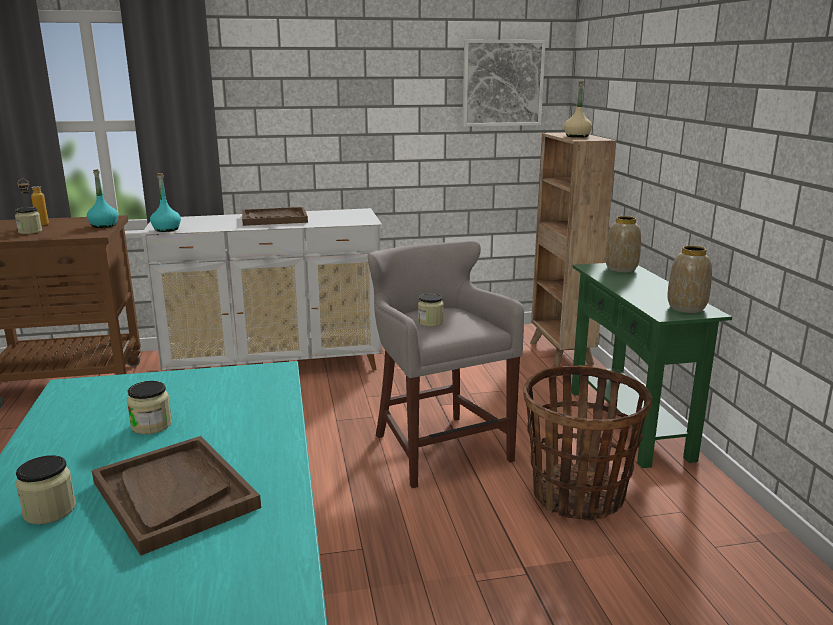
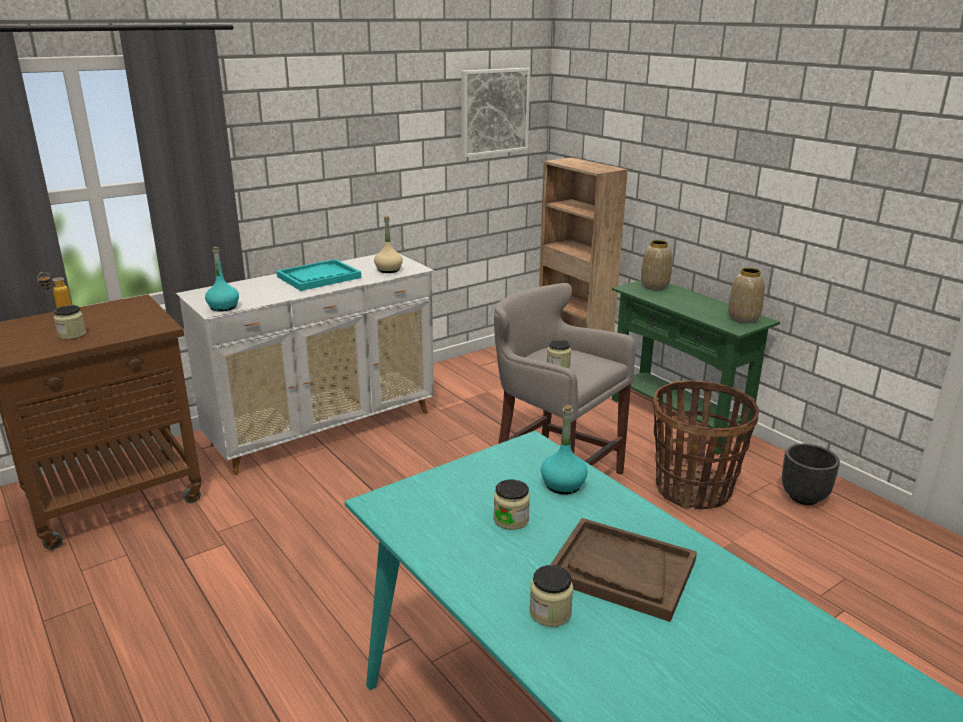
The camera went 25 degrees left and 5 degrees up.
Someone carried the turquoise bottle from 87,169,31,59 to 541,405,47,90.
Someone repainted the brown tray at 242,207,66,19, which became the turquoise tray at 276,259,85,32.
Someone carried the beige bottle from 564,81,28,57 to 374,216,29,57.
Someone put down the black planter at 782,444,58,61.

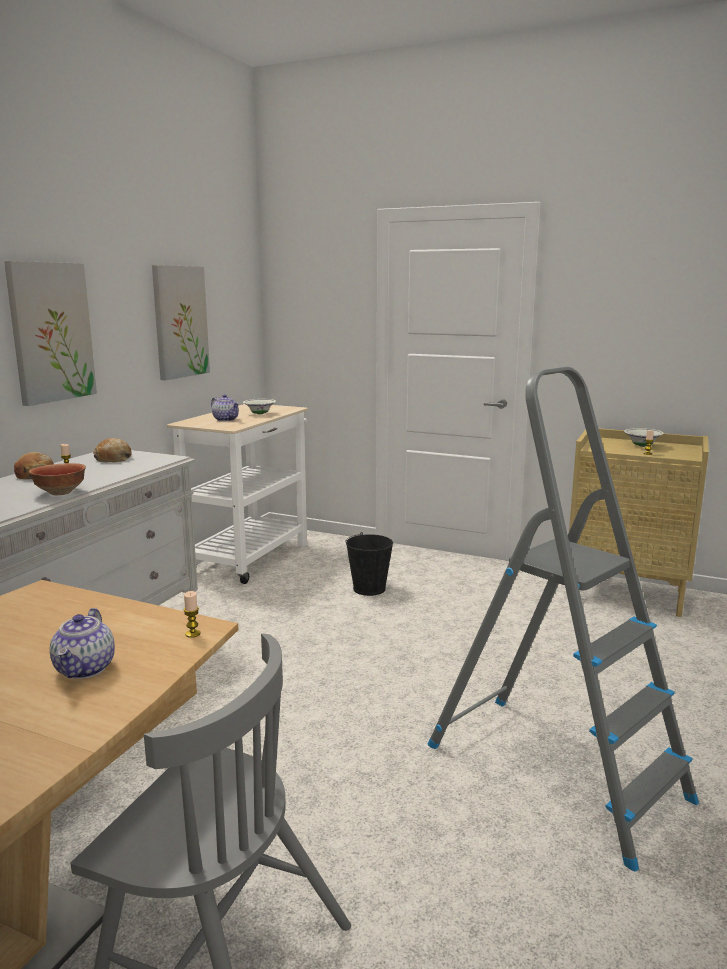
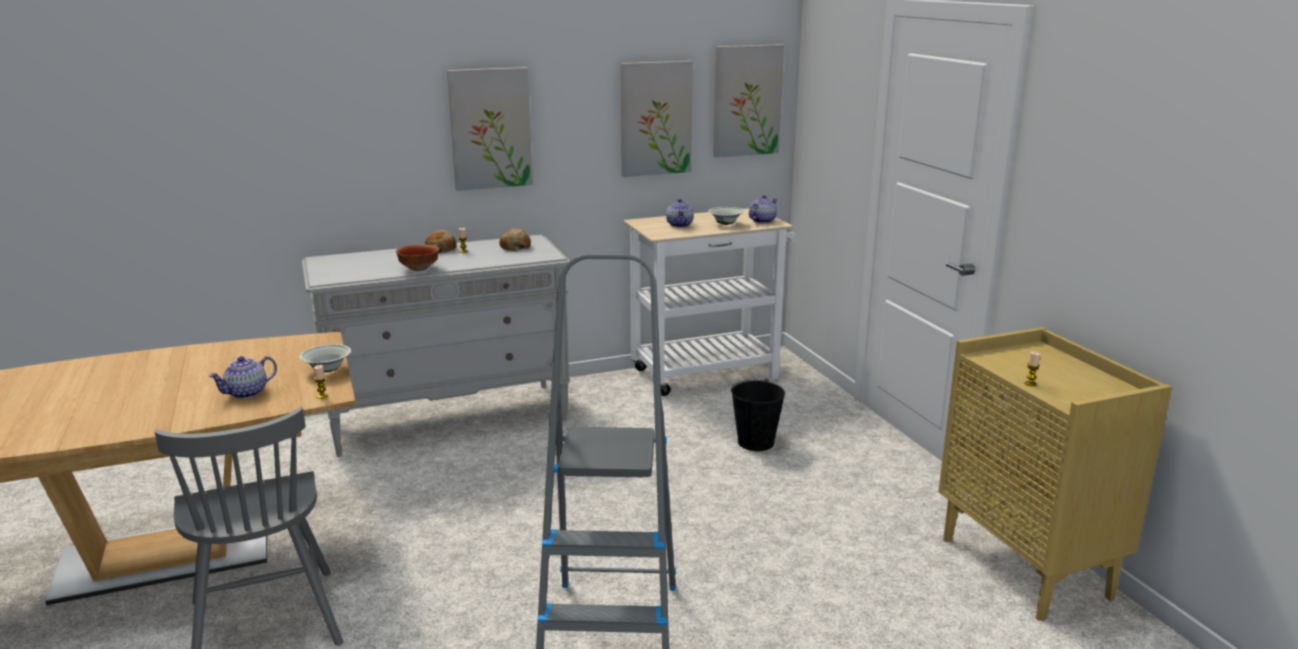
The camera went 45 degrees right and 5 degrees up.
Someone carried the white bowl from 624,428,40,19 to 299,344,52,29.
Someone put up the picture at 713,44,71,114.
Someone put down the teapot at 749,195,28,28.

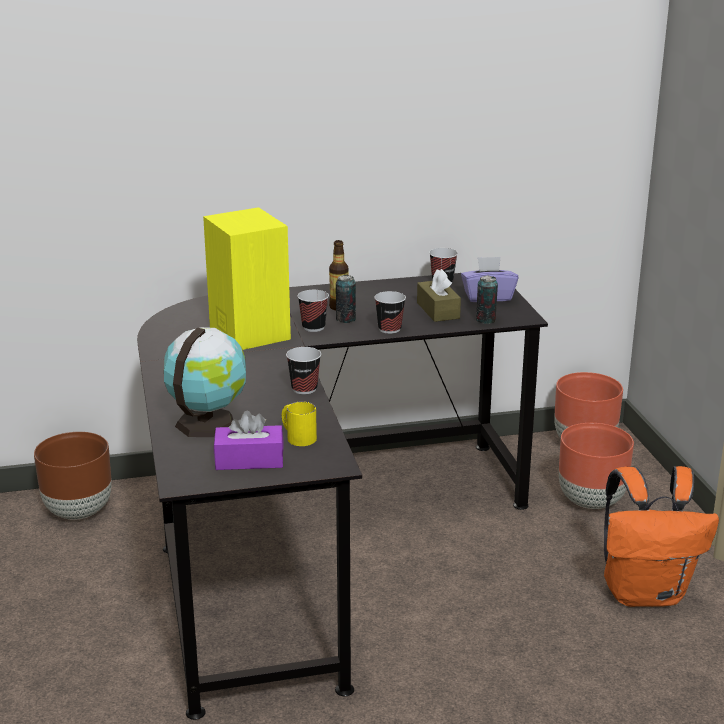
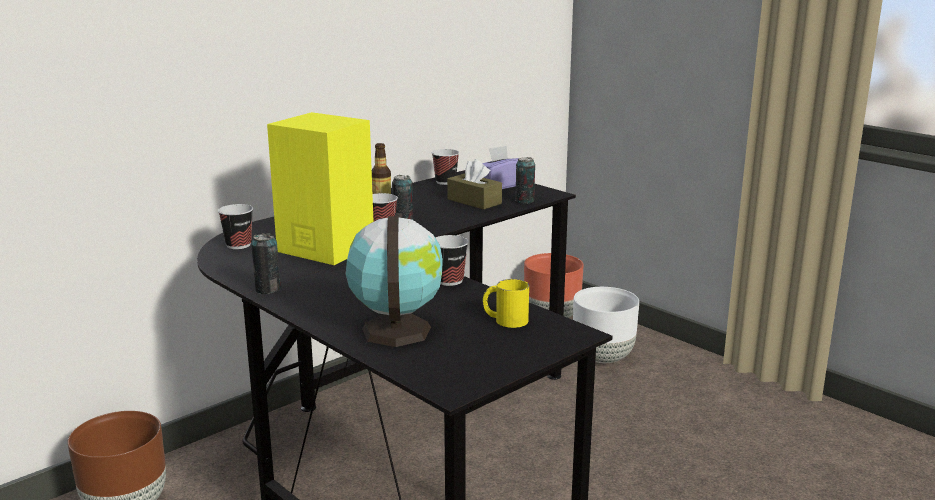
The camera went 30 degrees left and 5 degrees down.
Someone took away the purple tissue box at 214,411,70,59.
Someone carried the cup from 374,291,32,43 to 218,204,35,45.
Someone repainted the brown planter at 559,423,75,86, which became the white planter at 573,287,66,76.
Someone took away the orange backpack at 604,466,115,141.
Someone put down the can at 251,233,30,61.

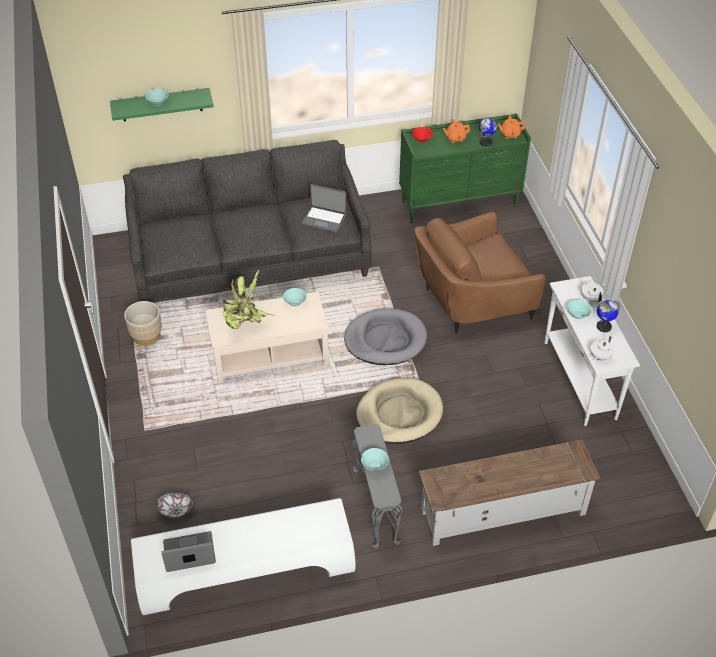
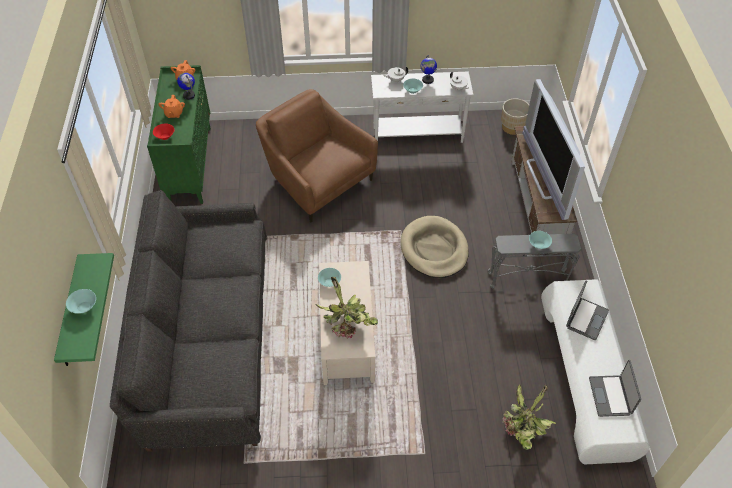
The camera went 80 degrees left and 5 degrees up.
Someone carried the beige planter from 124,301,38,45 to 501,98,28,37.
Someone swapped the bowl at 156,492,37,26 for the potted plant at 503,384,53,66.
Someone carried the laptop from 301,184,46,49 to 566,281,43,59.
Someone took away the grey dog bed at 344,308,83,57.
Someone rotated the brown armchair at 414,212,132,121 by 150 degrees clockwise.
Someone put down the television at 522,79,63,141.

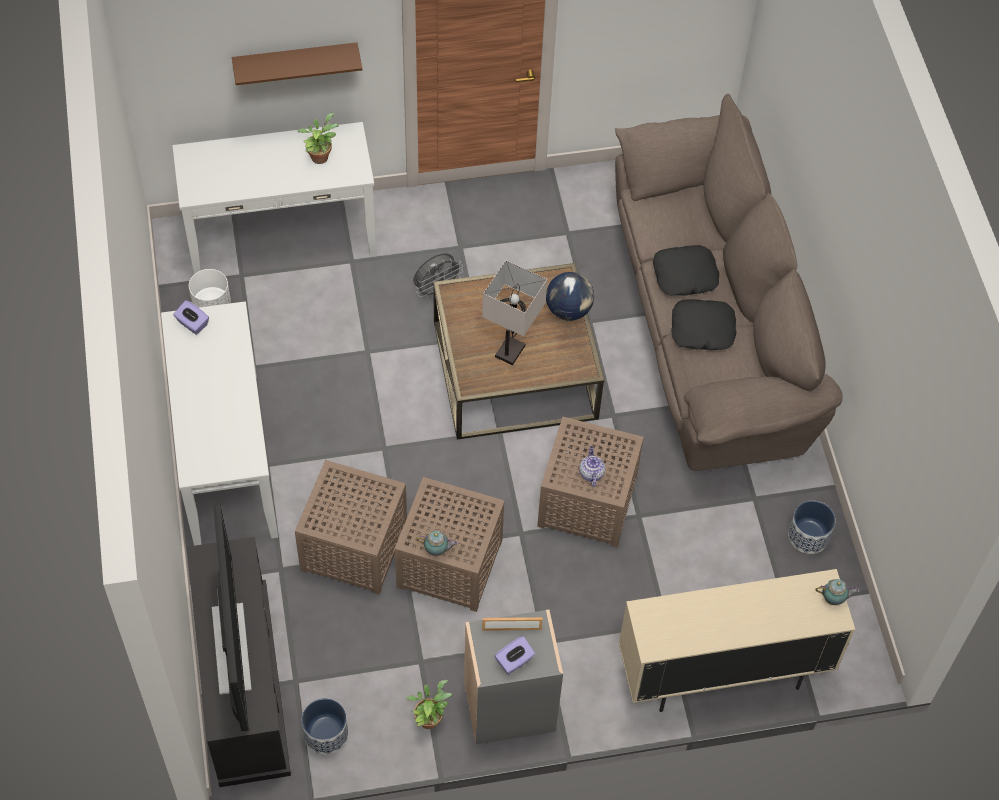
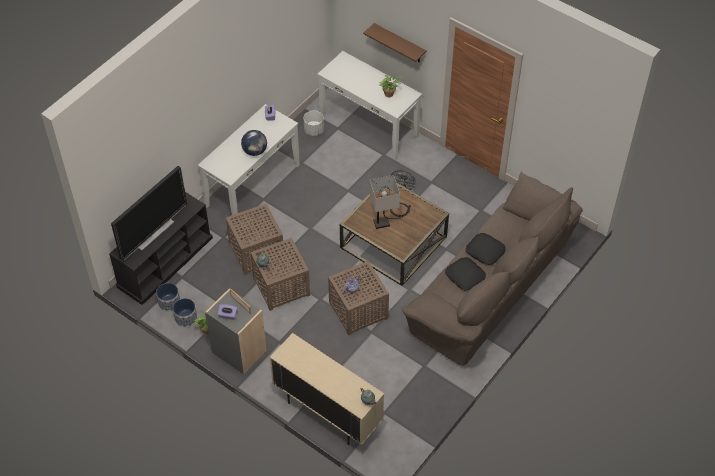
The camera went 50 degrees right and 5 degrees down.
Someone carried the globe from 546,272,48,49 to 241,130,26,26.
Someone carried the planter from 788,501,47,53 to 173,298,24,29.

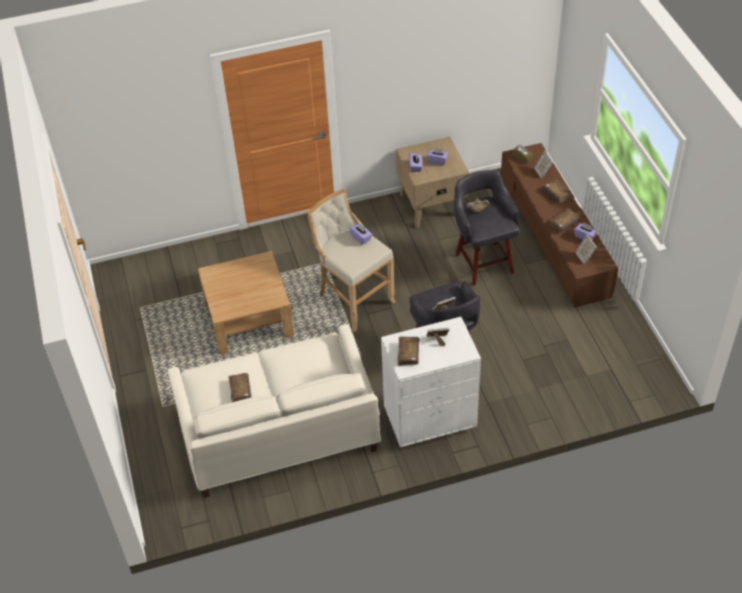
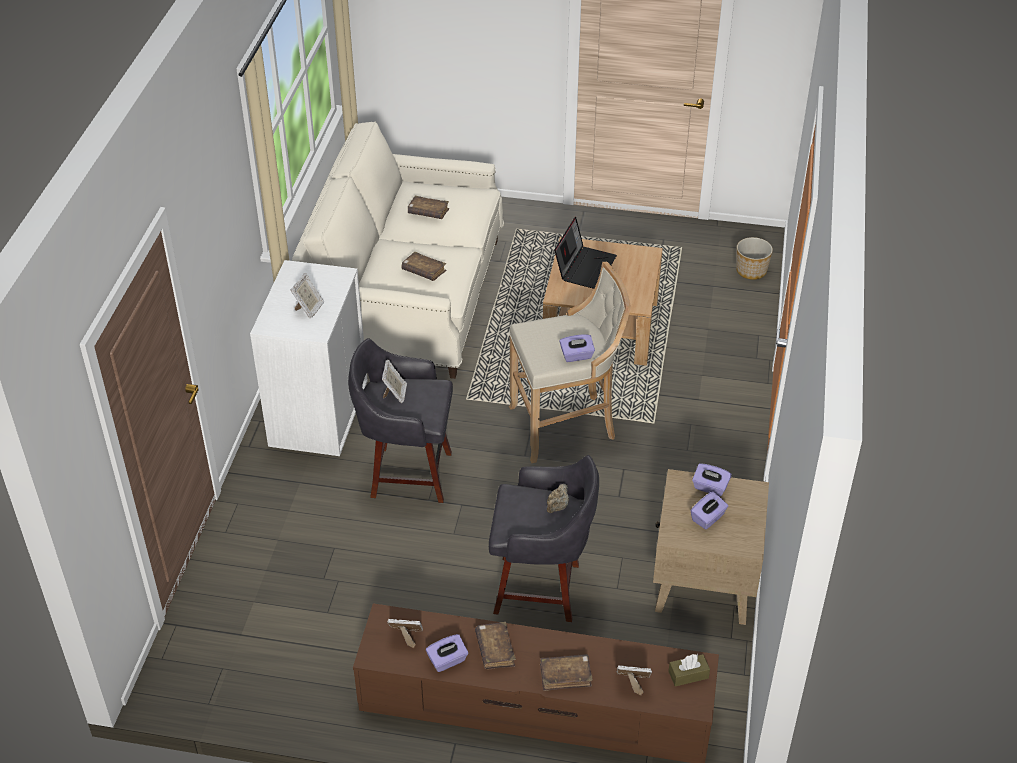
The camera went 115 degrees right and 5 degrees down.
Someone carried the brown book from 397,337,23,29 to 401,252,46,29.
Someone put down the laptop at 554,217,63,72.
Someone put down the planter at 736,237,37,43.

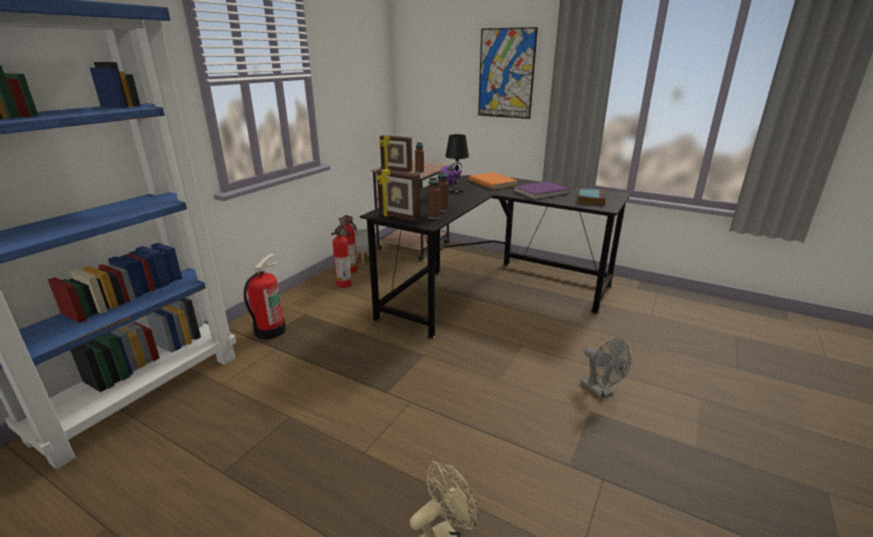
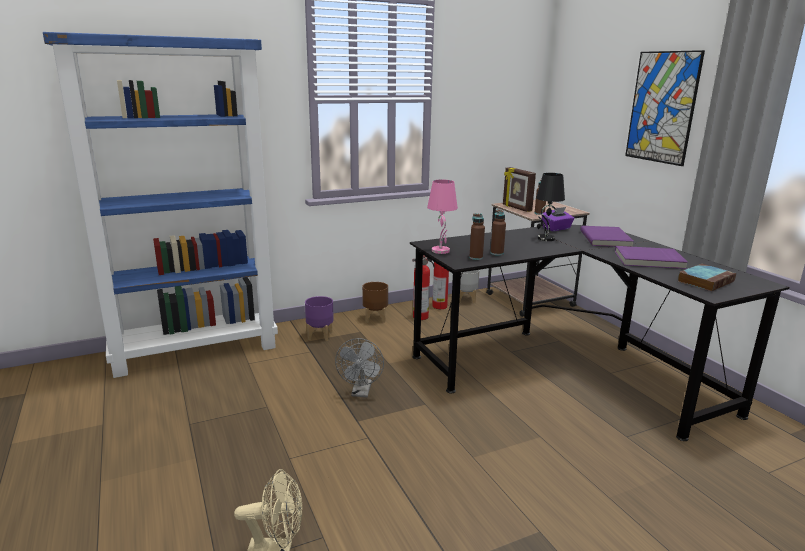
The camera went 35 degrees right and 5 degrees down.
Someone swapped the fire extinguisher at 244,254,42,85 for the purple planter at 305,296,29,45.
Someone swapped the picture frame at 376,169,45,53 for the pink table lamp at 427,180,31,74.
Someone repainted the orange book at 469,172,49,18, which became the purple book at 580,226,54,21.
Someone carried the grey fan from 580,339,51,60 to 335,338,49,59.
Someone put down the brown planter at 362,282,26,41.

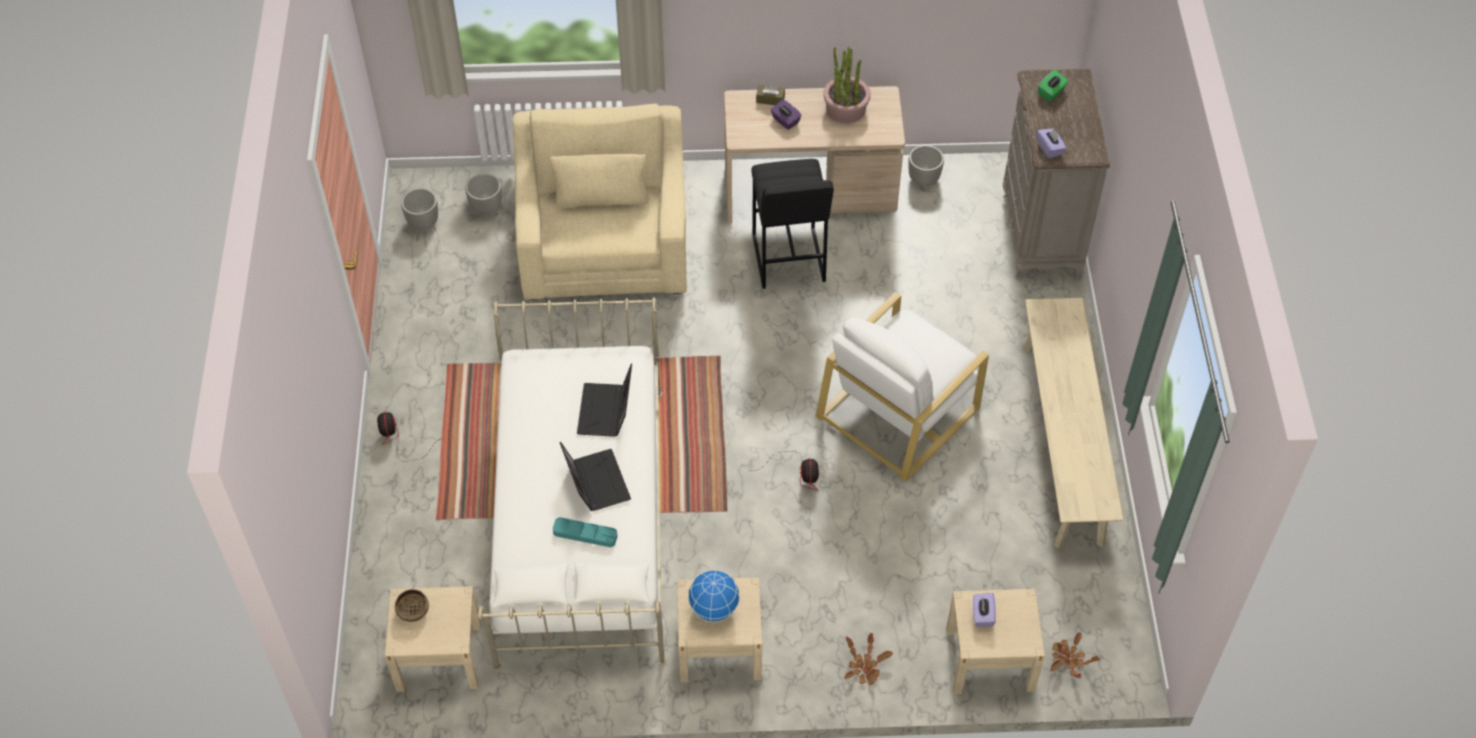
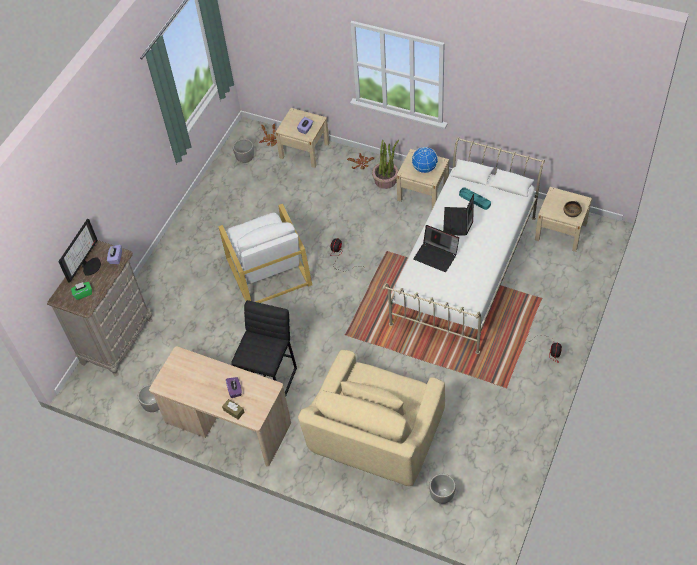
The camera went 150 degrees left and 0 degrees up.
Someone carried the planter from 401,188,37,42 to 233,139,21,24.
Someone rotated the laptop at 577,364,55,73 by 90 degrees clockwise.
Someone rotated the white armchair at 815,292,174,190 by 90 degrees clockwise.
Someone carried the potted plant from 823,46,48,77 to 372,140,27,49.
Someone took away the beige bench at 1024,298,99,250.
Someone put down the monitor at 58,219,43,64.

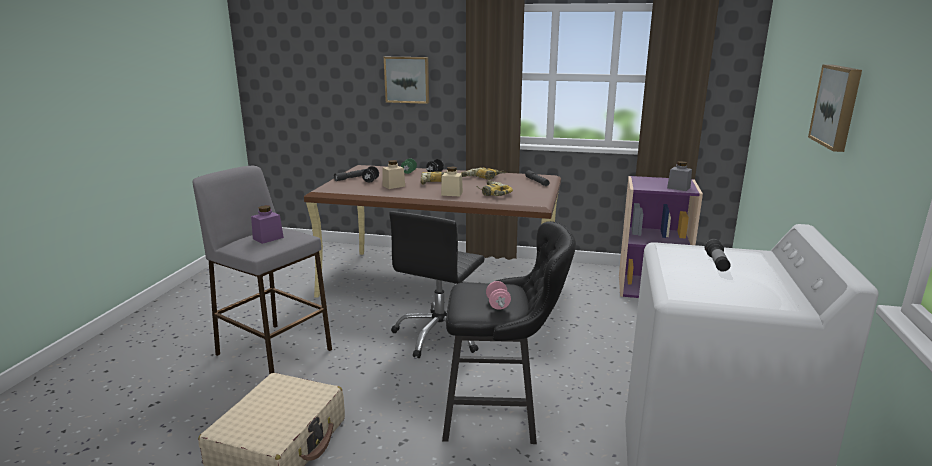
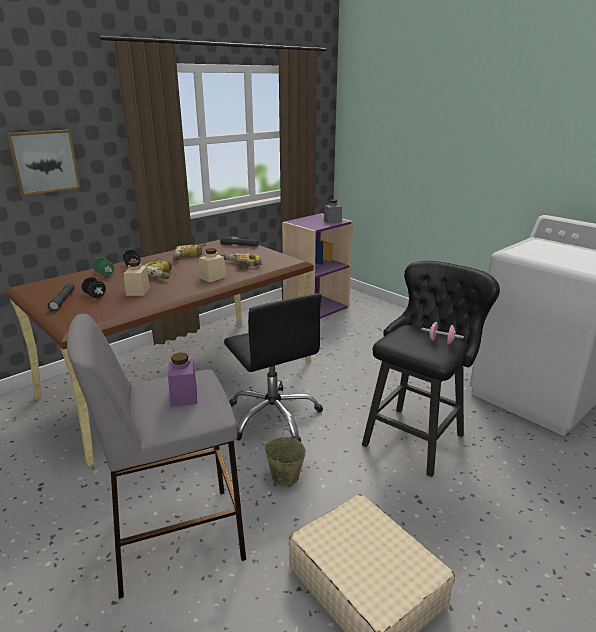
The camera went 55 degrees left and 5 degrees up.
Someone took away the flashlight at 704,239,26,33.
Someone took away the picture at 808,64,54,88.
Someone put down the beige bucket at 265,429,41,57.

